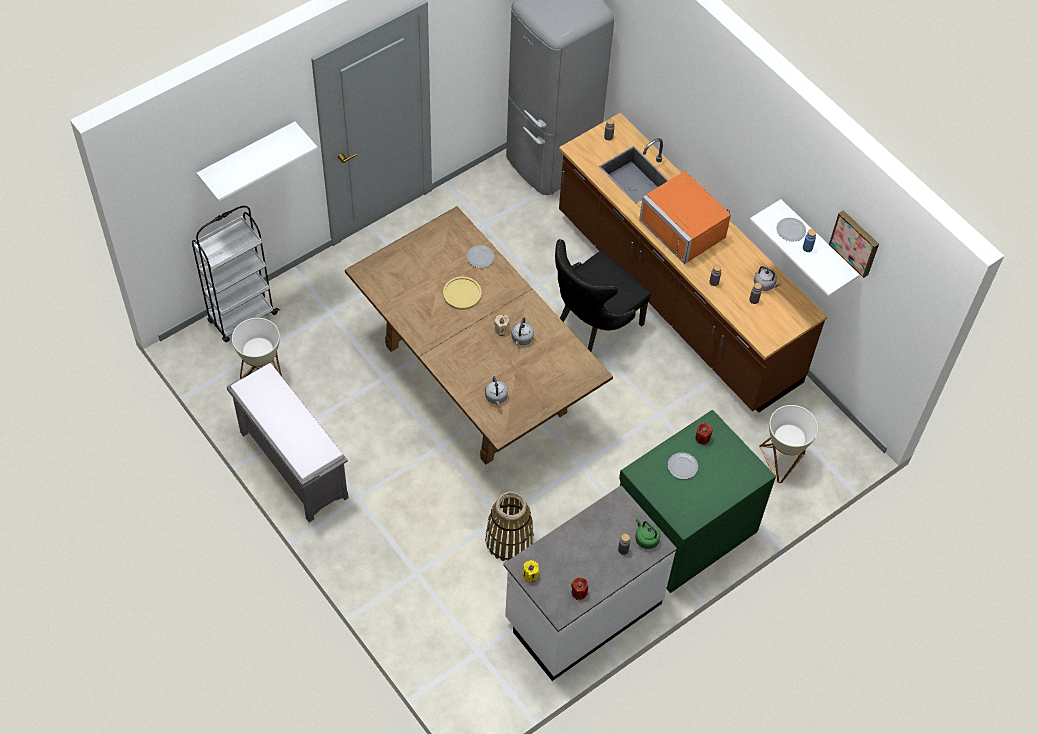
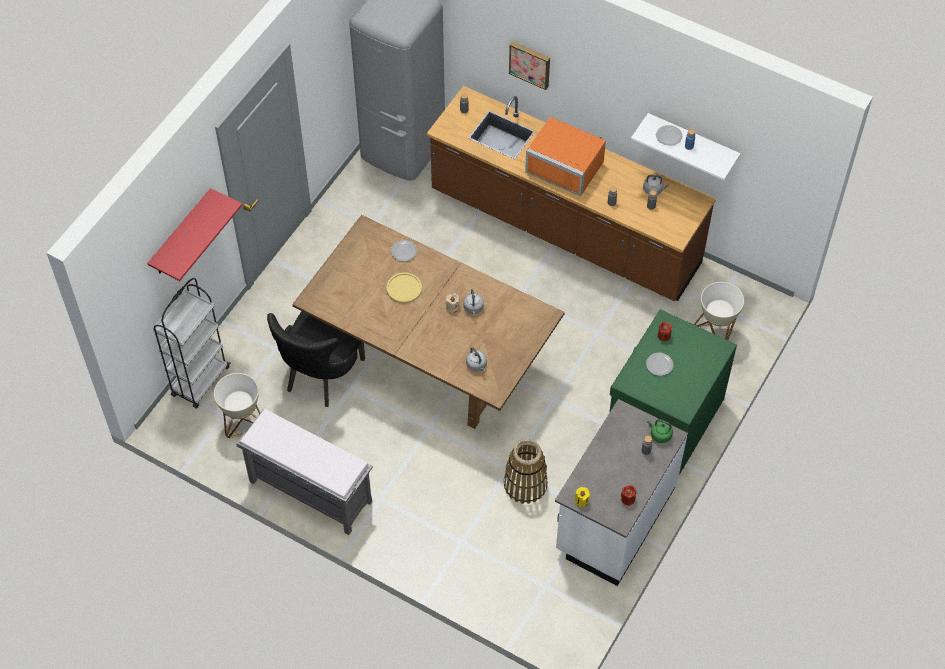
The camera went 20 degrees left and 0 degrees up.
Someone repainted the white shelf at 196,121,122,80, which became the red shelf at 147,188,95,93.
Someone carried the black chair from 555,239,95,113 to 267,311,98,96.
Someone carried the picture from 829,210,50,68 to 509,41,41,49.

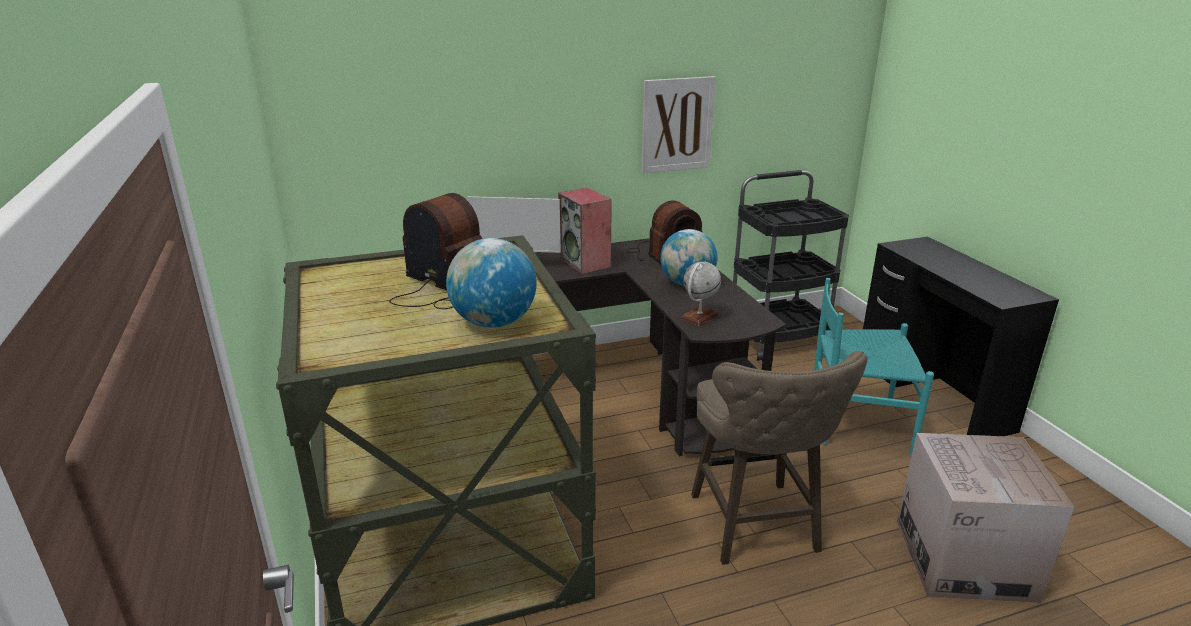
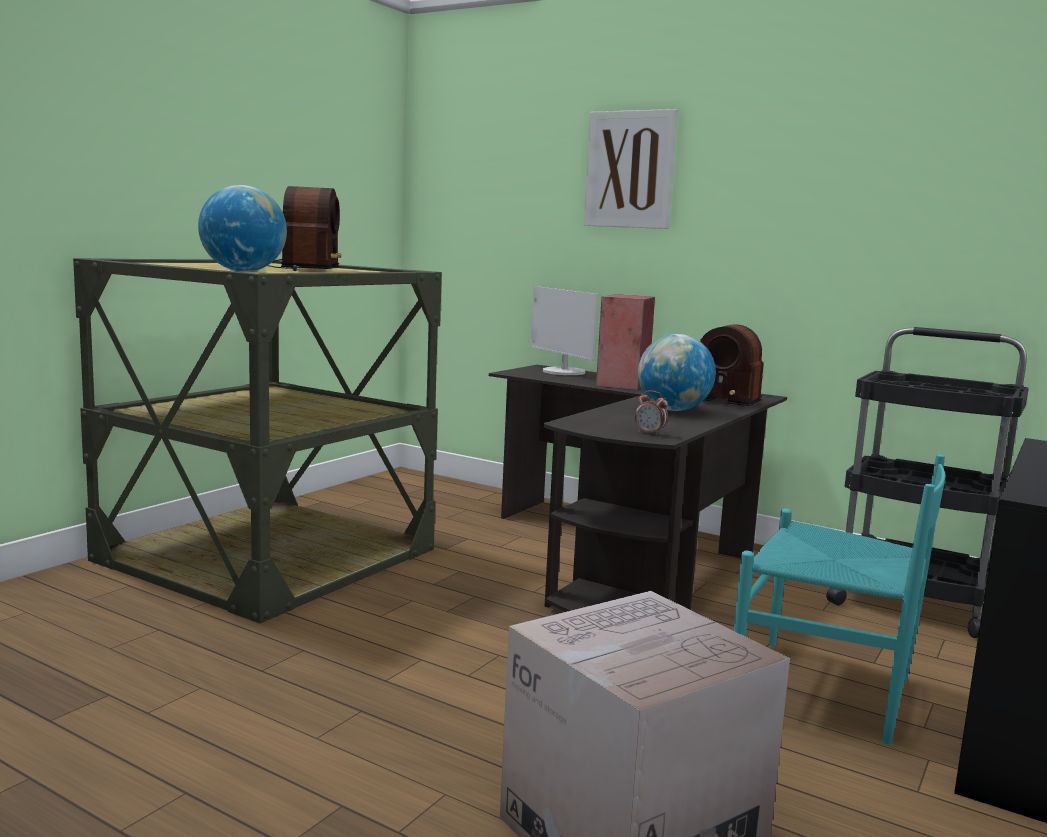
The camera went 50 degrees right and 15 degrees down.
Someone carried the picture from 641,76,75,98 to 584,109,94,120.
Someone took away the globe at 680,261,41,66.
Someone took away the beige stool at 691,351,176,214.
Someone rotated the turquoise chair at 814,278,120,178 by 150 degrees clockwise.
Someone put down the alarm clock at 635,390,33,46.

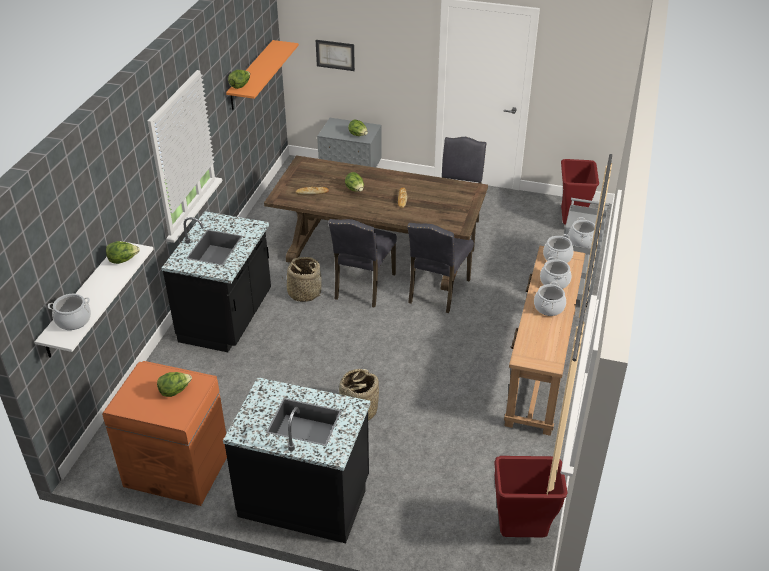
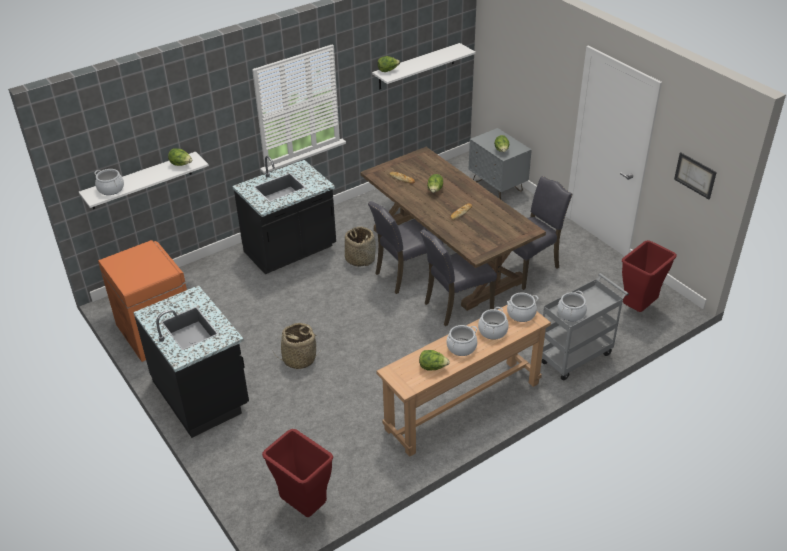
The camera went 40 degrees right and 0 degrees up.
Someone carried the lettuce from 157,372,35,25 to 419,350,31,21.
Someone repainted the orange shelf at 226,40,73,70, which became the white shelf at 372,43,104,46.
Someone carried the picture from 316,40,39,31 to 674,152,43,47.

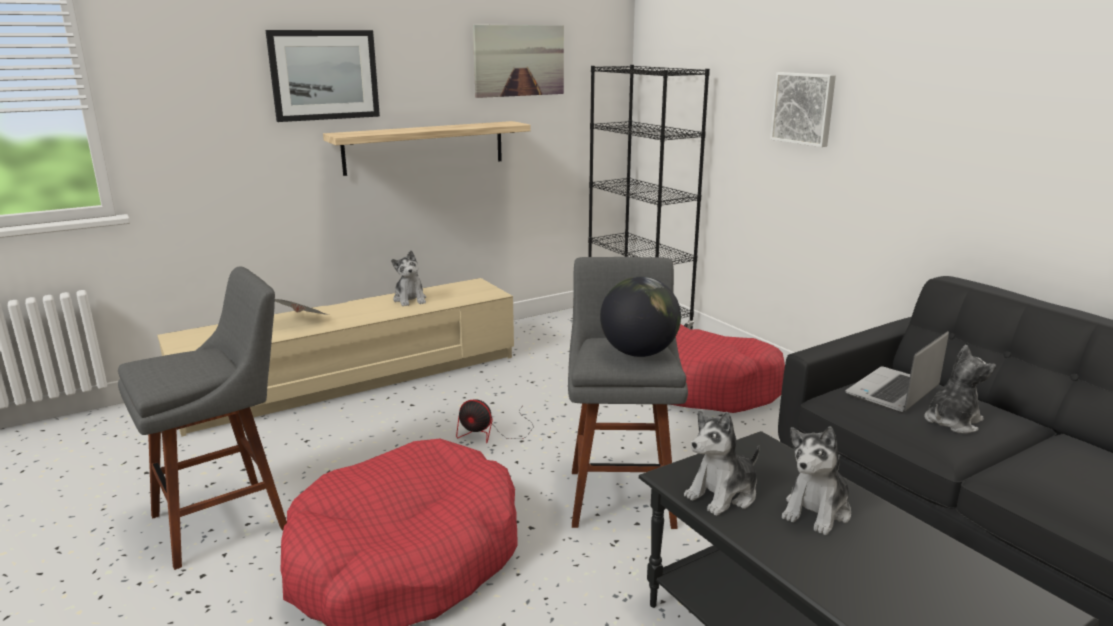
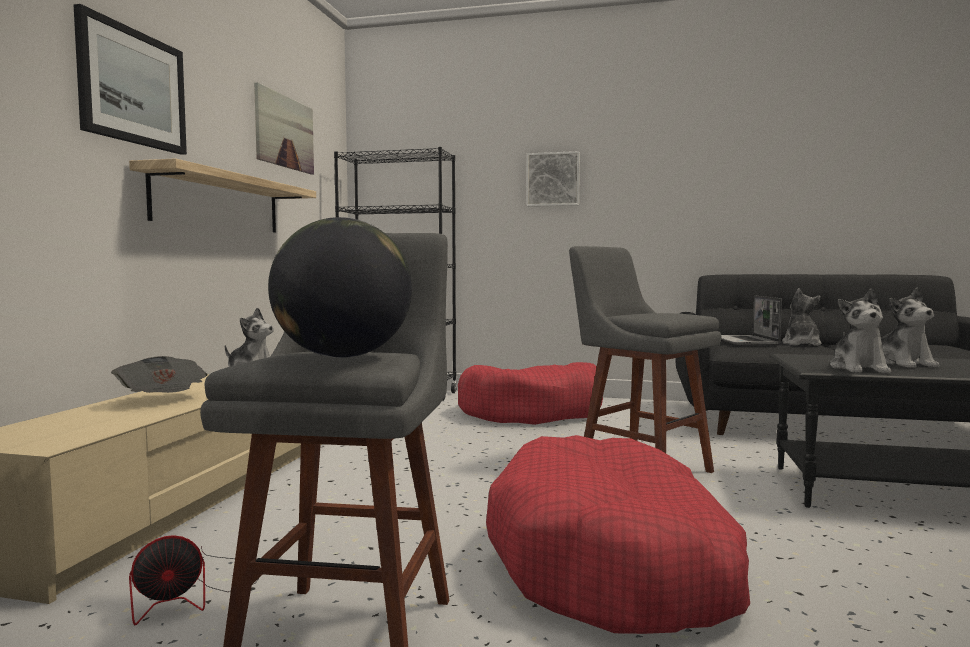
The camera went 45 degrees left and 15 degrees down.
Someone carried the fan from 456,399,78,44 to 129,535,130,90.
Someone carried the globe from 600,276,81,81 to 268,217,144,141.

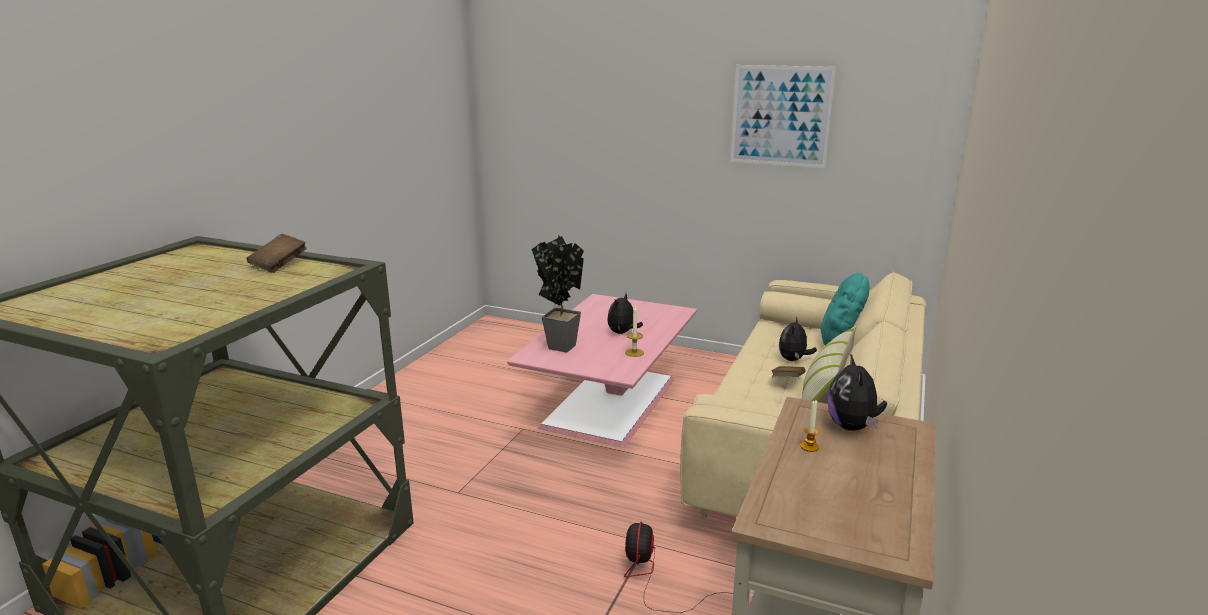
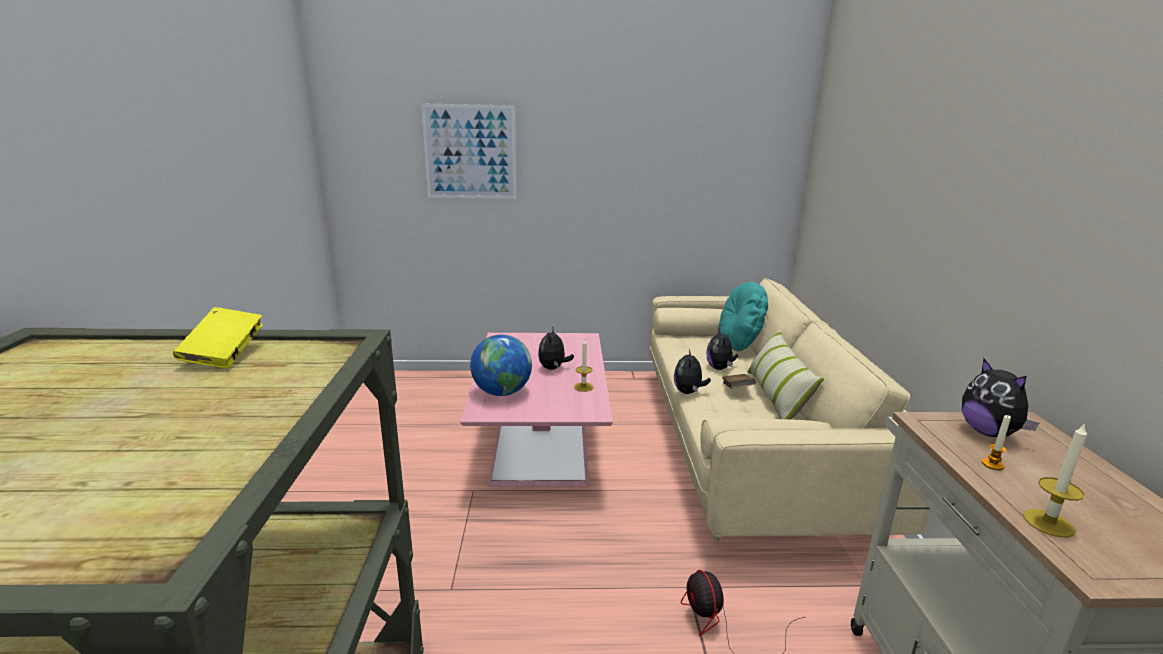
The camera went 25 degrees left and 0 degrees up.
Someone repainted the brown book at 247,234,60,39, which became the yellow book at 173,307,90,61.
Someone swapped the potted plant at 531,236,53,116 for the globe at 470,335,62,61.
Someone carried the picture from 731,65,105,103 to 421,103,96,96.
Someone put down the plush toy at 674,349,37,45.
Someone put down the candle at 1023,422,64,116.

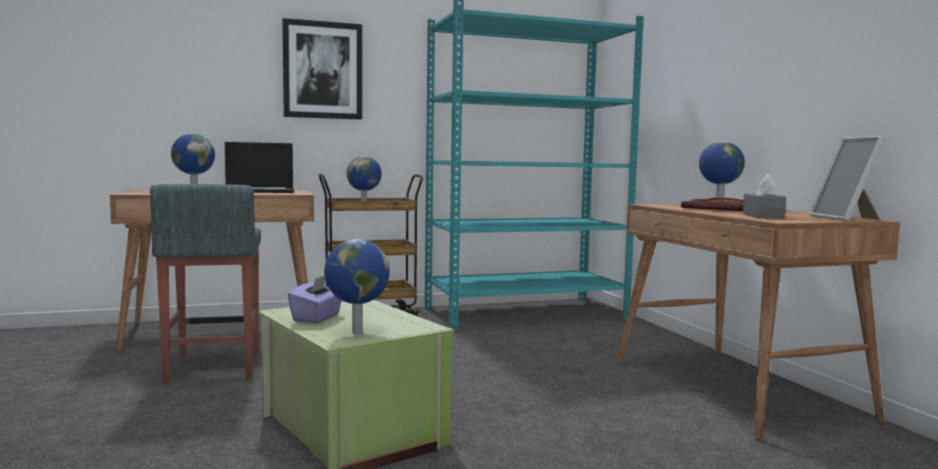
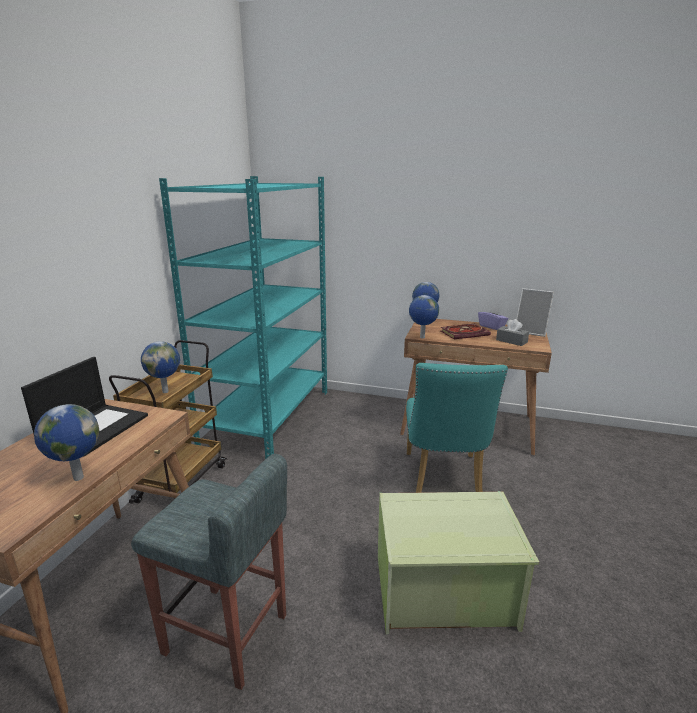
The camera went 55 degrees left and 15 degrees up.
Someone took away the picture at 282,18,80,102.
Someone carried the purple tissue box from 288,276,54,48 to 478,306,30,24.
Someone carried the globe from 324,239,66,95 to 409,295,30,44.
Someone put down the turquoise chair at 406,363,102,130.

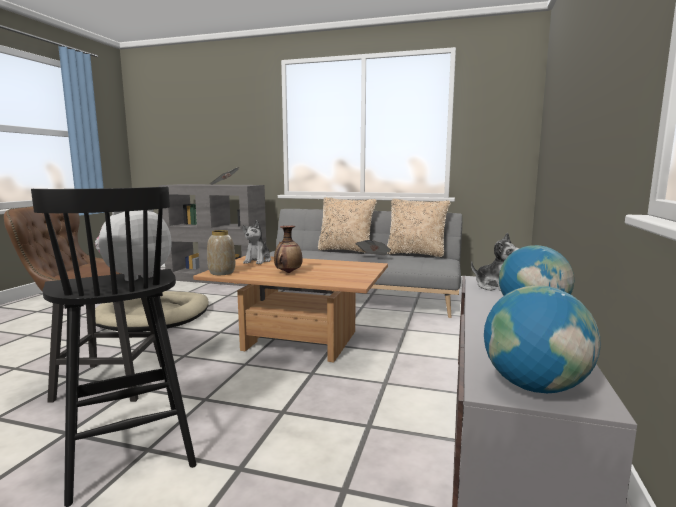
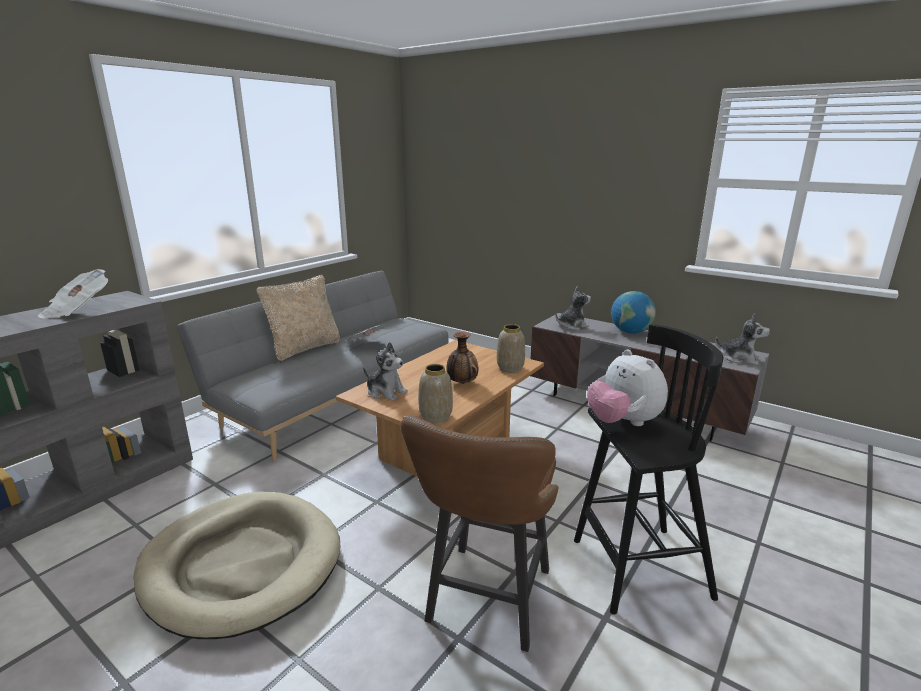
The camera went 70 degrees left and 10 degrees up.
Someone took away the beige pillow at 387,198,63,59.
Someone swapped the globe at 484,285,117,108 for the plush toy at 716,313,54,52.
Someone put down the vase at 497,324,28,48.

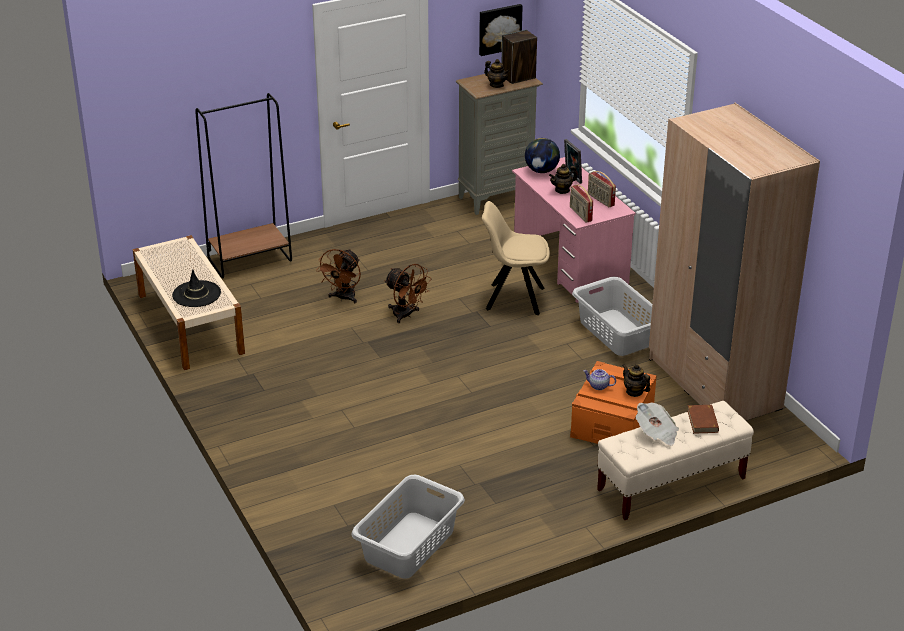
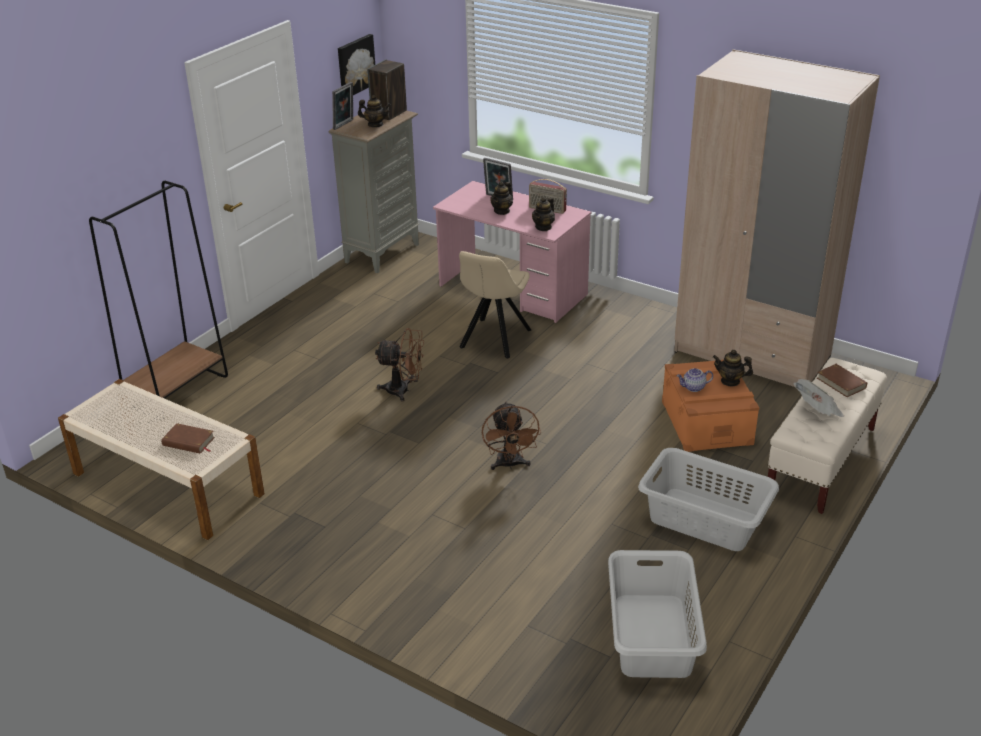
The camera went 30 degrees left and 0 degrees up.
Someone swapped the black hat at 172,269,49,38 for the brown book at 161,423,54,31.
Someone carried the brown fan from 316,249,45,54 to 482,401,59,69.
Someone rotated the beige chair at 482,201,68,114 by 45 degrees counterclockwise.
Someone took away the globe at 525,138,35,35.
Someone swapped the radio at 570,185,23,37 for the teapot at 532,197,23,34.
Someone carried the grey laundry basket from 572,277,80,79 to 638,448,141,103.
Someone put down the picture frame at 332,82,21,48.

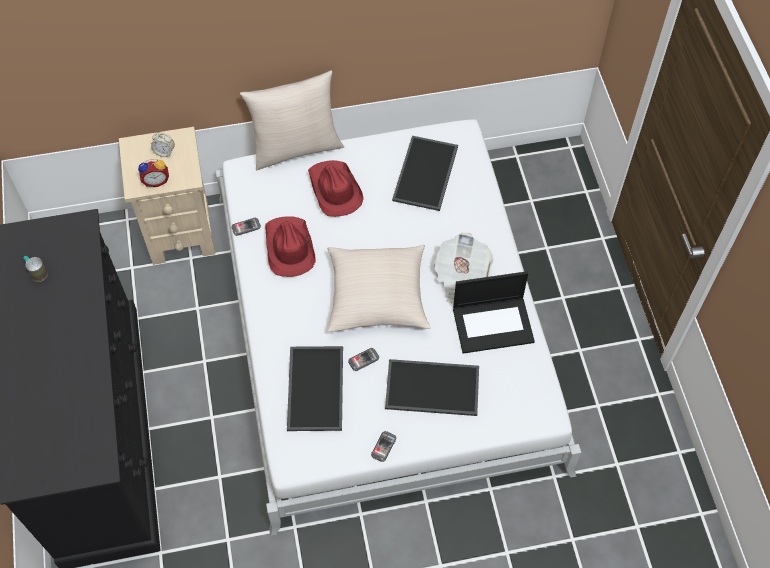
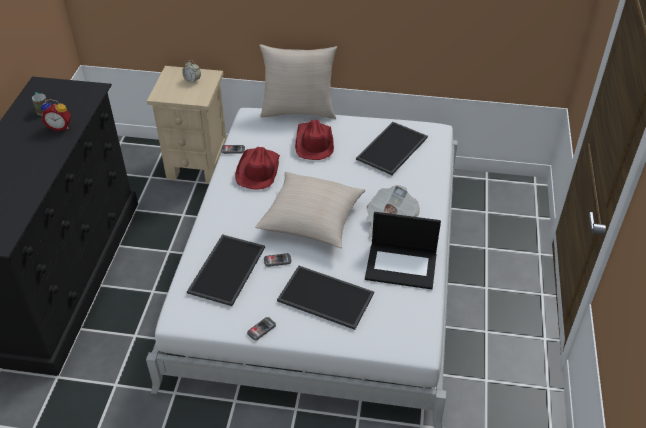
The camera went 20 degrees right and 15 degrees down.
Someone carried the alarm clock from 138,160,31,27 to 41,99,30,32.

